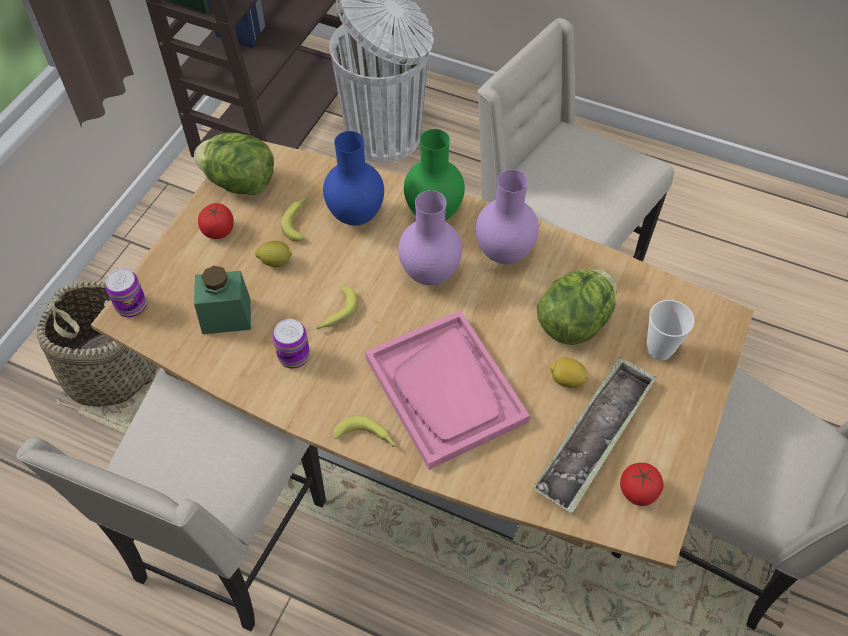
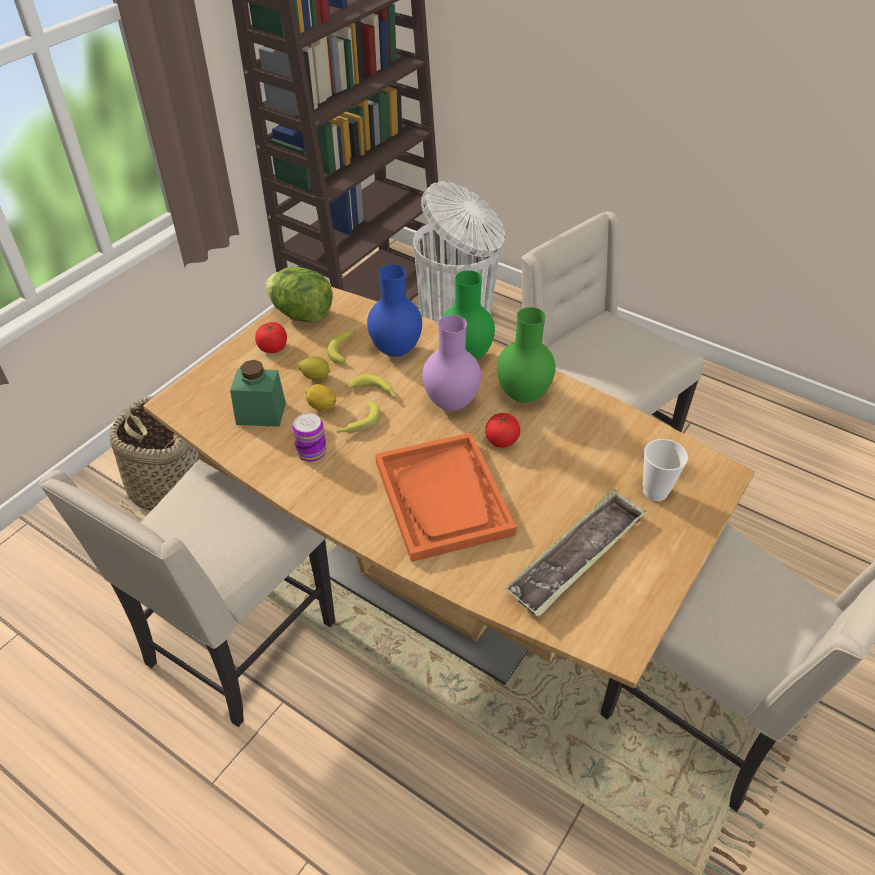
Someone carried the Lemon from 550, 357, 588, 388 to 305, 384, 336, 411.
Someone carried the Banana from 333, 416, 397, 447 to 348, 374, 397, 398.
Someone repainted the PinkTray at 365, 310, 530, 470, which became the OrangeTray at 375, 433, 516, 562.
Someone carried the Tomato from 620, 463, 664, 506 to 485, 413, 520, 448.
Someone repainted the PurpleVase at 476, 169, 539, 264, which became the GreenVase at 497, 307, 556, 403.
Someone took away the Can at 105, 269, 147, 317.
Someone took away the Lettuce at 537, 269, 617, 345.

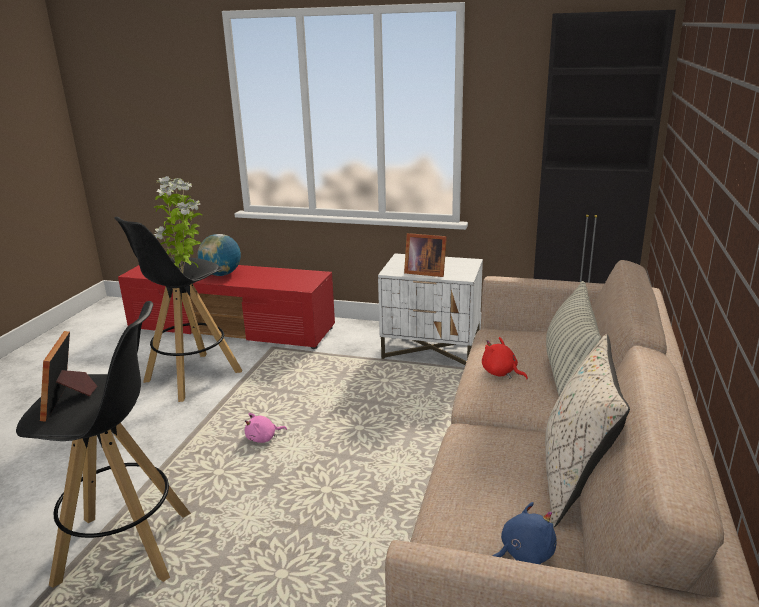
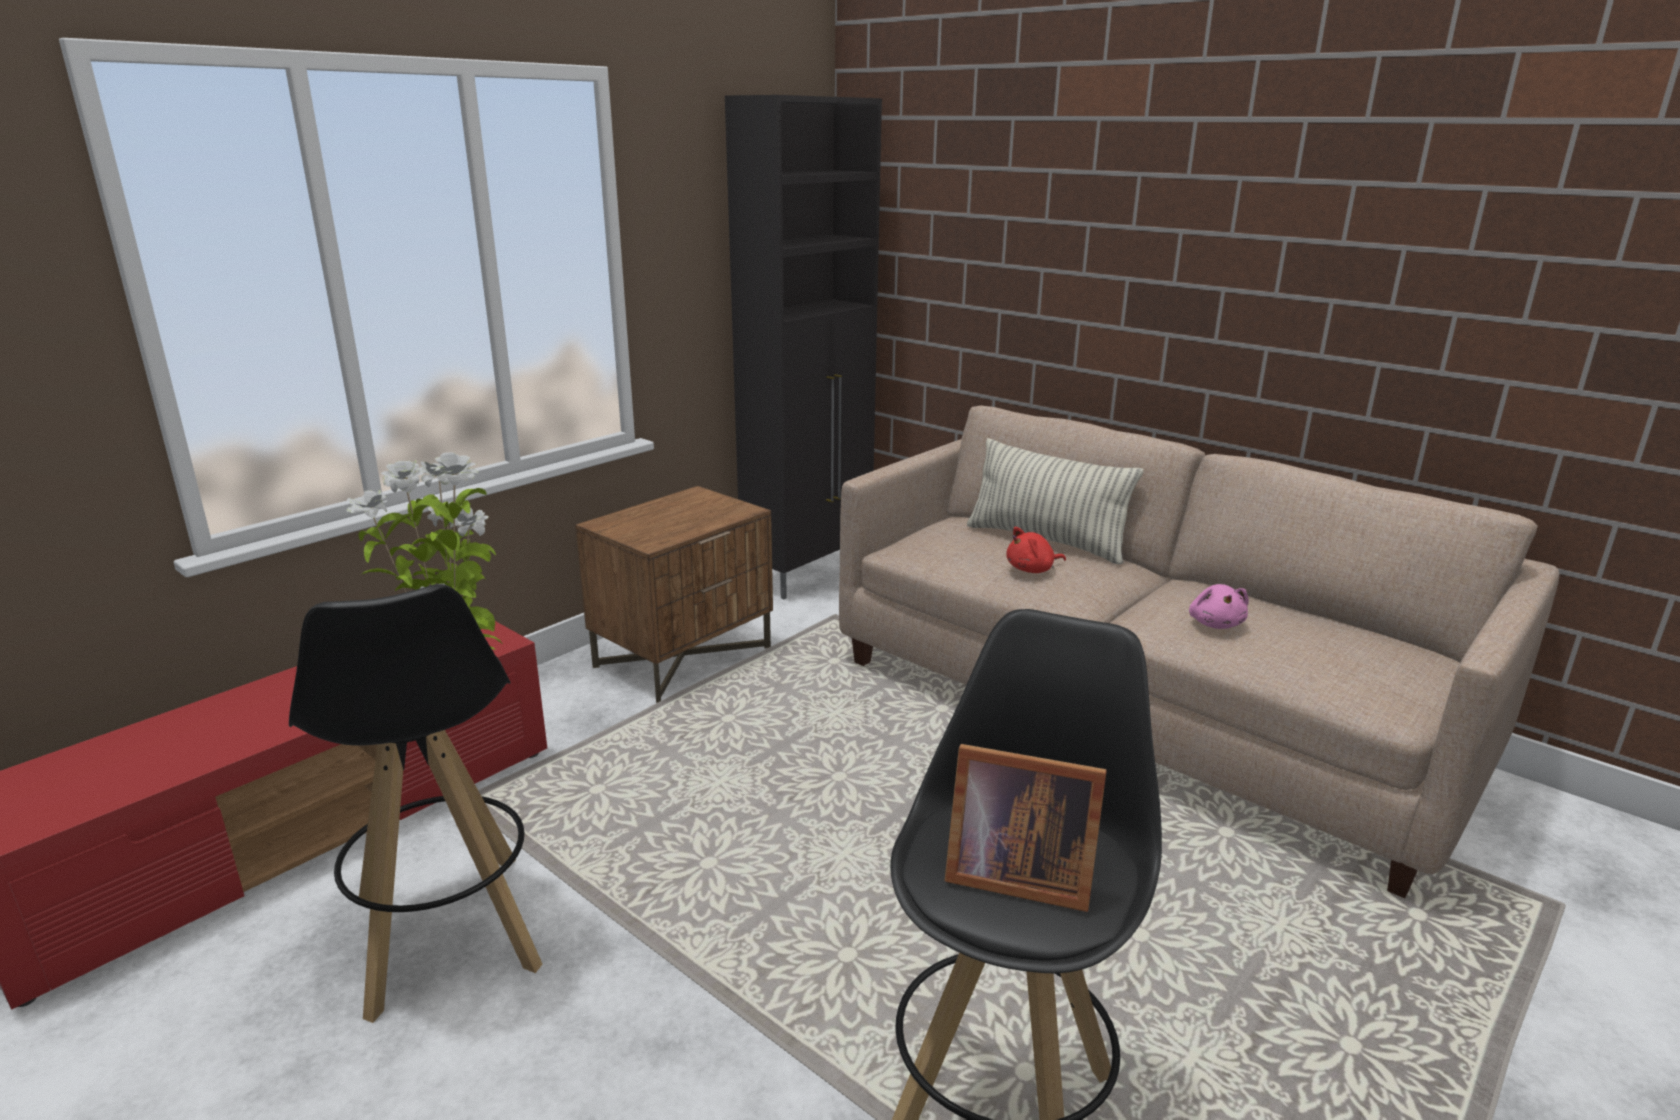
Someone repainted the WhiteNightstand at 378, 254, 483, 365, which became the BrownNightstand at 575, 486, 773, 703.
Someone carried the PinkPlushToy from 245, 413, 287, 443 to 1189, 584, 1249, 629.
Someone took away the Globe at 198, 234, 241, 276.
Someone took away the PictureFrame at 404, 233, 447, 277.
Someone took away the BluePlushToy at 492, 502, 557, 564.
Someone took away the BeigePillow at 545, 334, 630, 527.

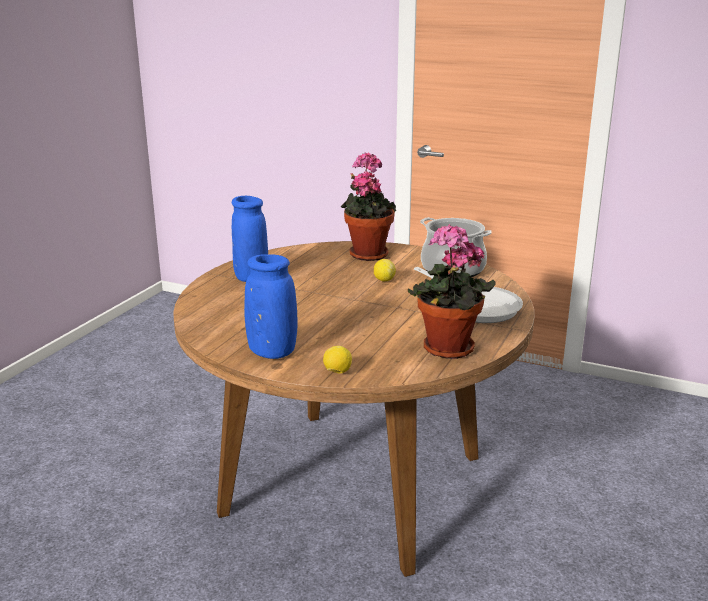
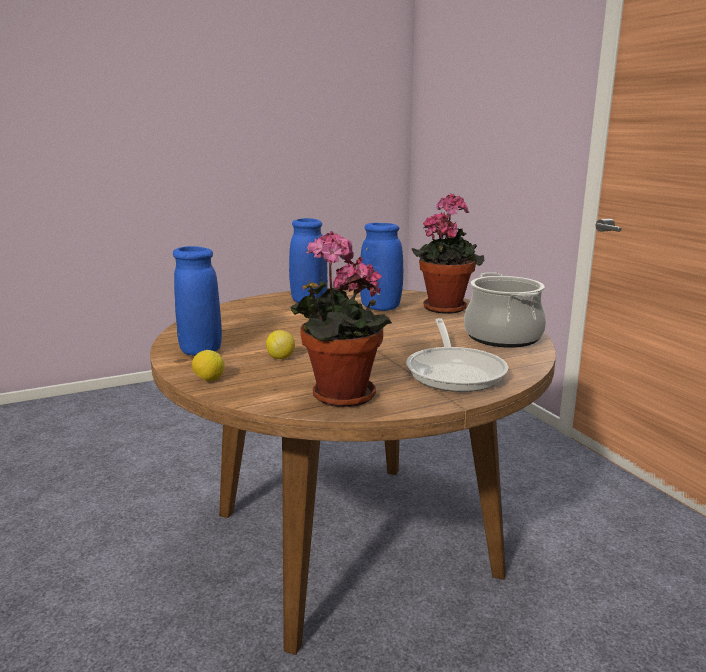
Someone carried the Lemon from 374, 259, 396, 281 to 266, 330, 295, 359.
Someone put down the BlueVase at 360, 223, 403, 311.

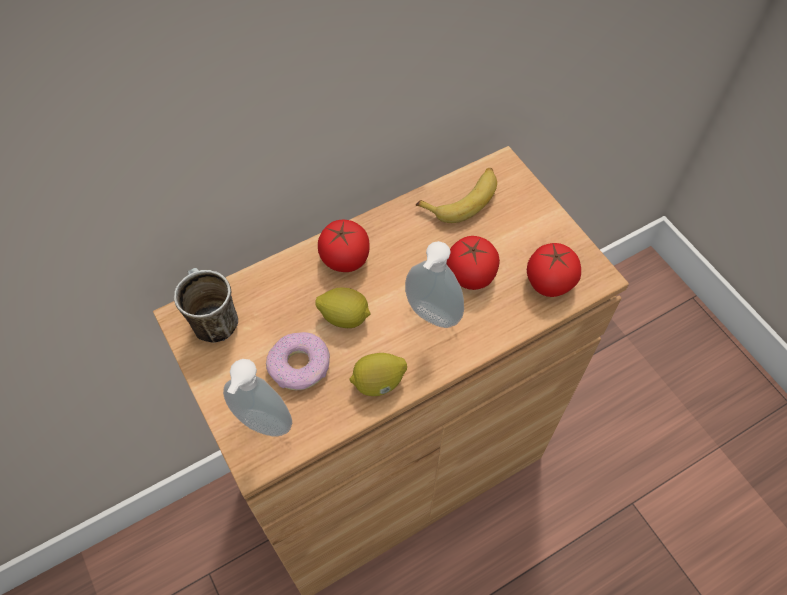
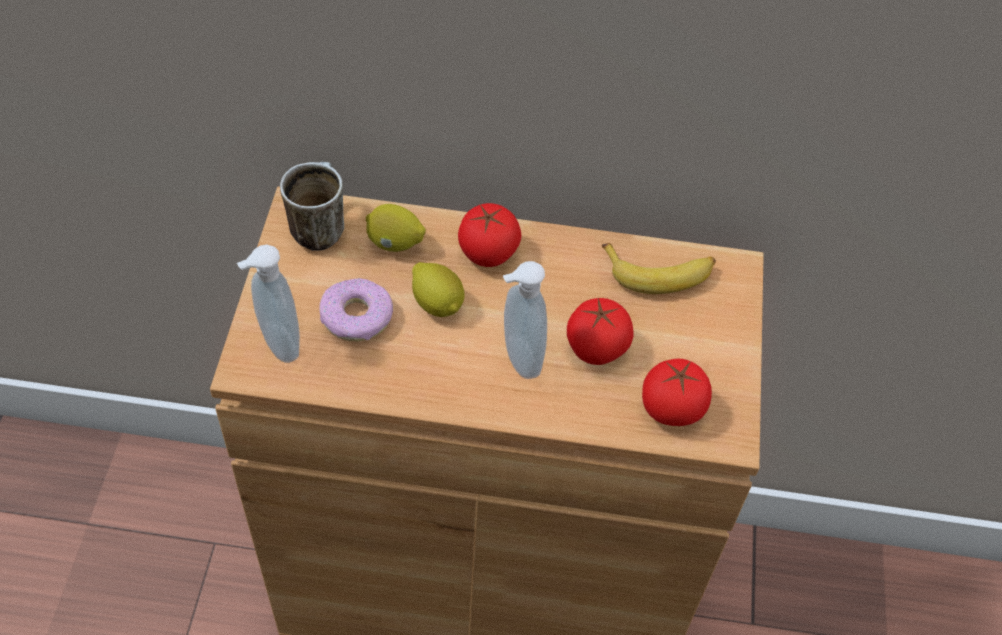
Someone carried the Lemon from 350, 353, 407, 396 to 366, 204, 426, 252.

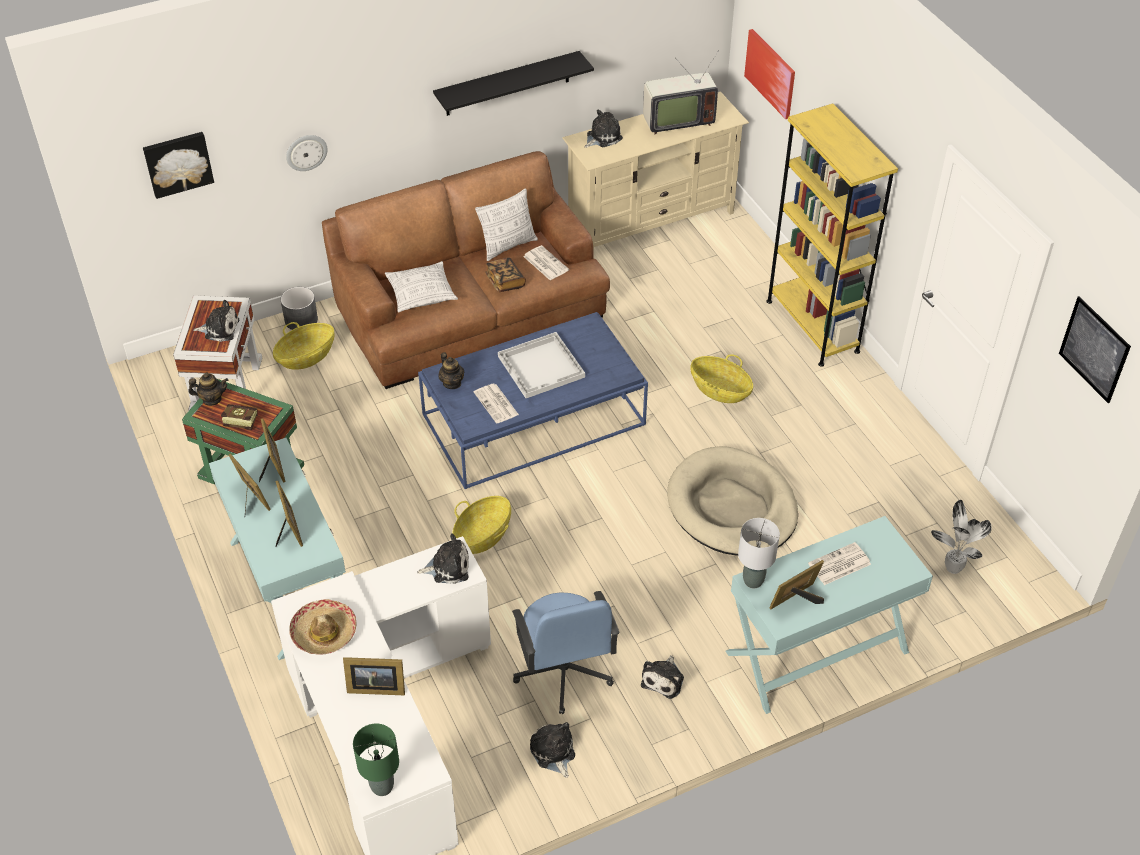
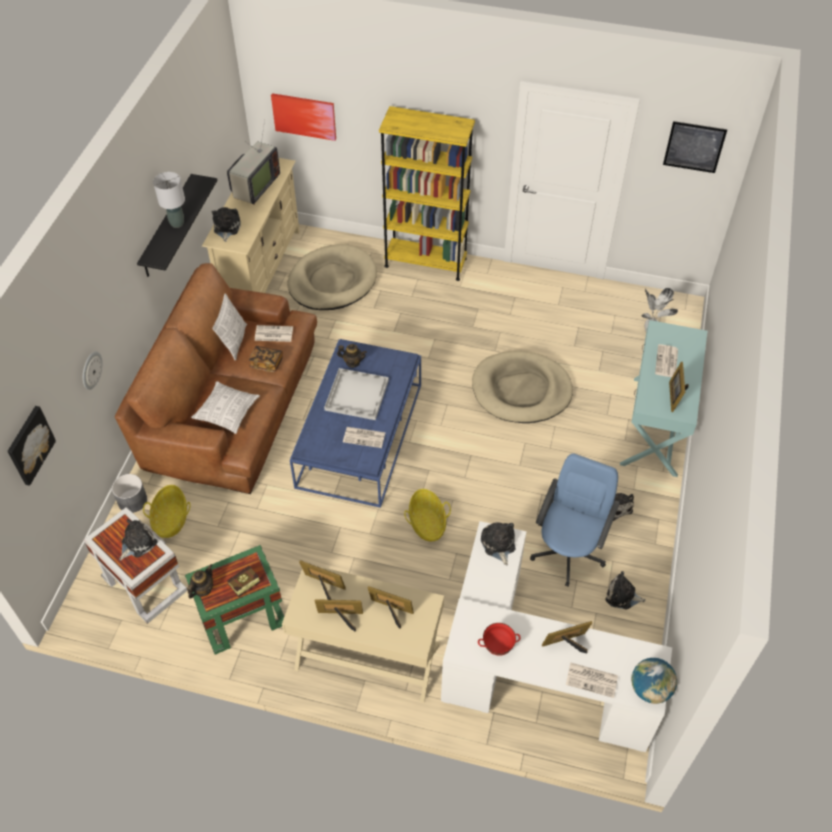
Someone carried the GreyTableLamp from 738, 518, 780, 588 to 153, 172, 185, 228.
Someone repainted the TurquoiseConsoleTable at 209, 438, 346, 660, which became the BeigeConsoleTable at 282, 566, 444, 703.
Someone put down the BeigeDogBed at 287, 244, 377, 310.
Someone carried the Teapot from 438, 352, 464, 389 to 337, 344, 367, 368.
Someone swapped the Hat at 289, 599, 357, 655 for the RedBowl at 478, 623, 521, 656.
Someone rotated the PlushToy at 417, 533, 469, 584 by 45 degrees counterclockwise.
Someone rotated the BlueOfficeChair at 512, 591, 619, 714 by 90 degrees counterclockwise.
Someone rotated the PictureFrame at 343, 657, 405, 695 by 150 degrees counterclockwise.
Someone put down the Newspaper at 566, 662, 618, 698.
Someone swapped the GreenTableLamp at 353, 724, 399, 796 for the Globe at 631, 658, 677, 704.
Someone took away the Basket at 690, 354, 753, 403.

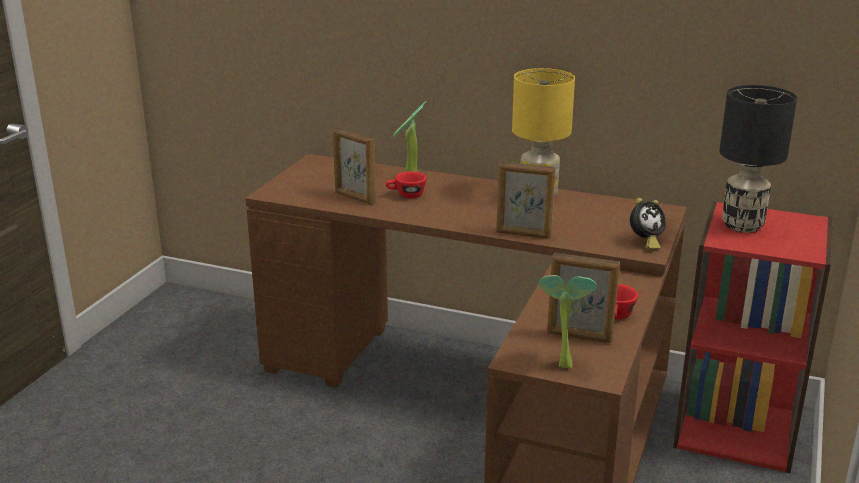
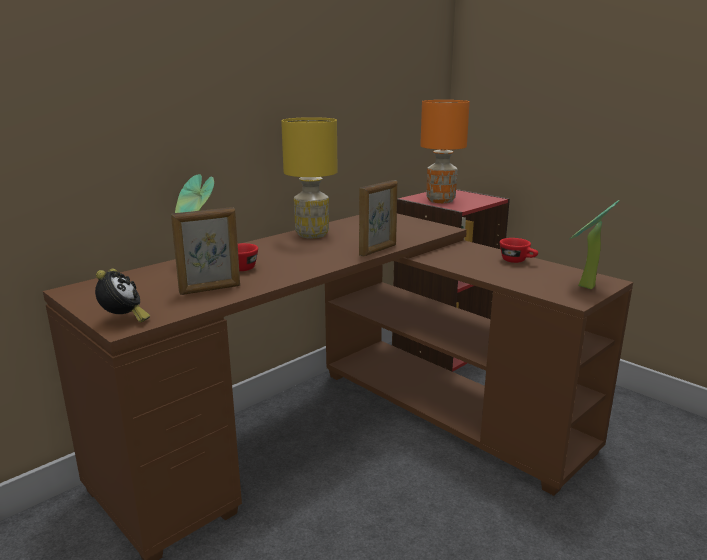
Someone carried the AlarmClock from 630, 198, 666, 250 to 95, 268, 150, 323.
Someone repainted the BlackTableLamp at 719, 85, 797, 233, which became the OrangeTableLamp at 420, 100, 470, 203.
Someone took away the PictureFrame at 547, 252, 620, 343.

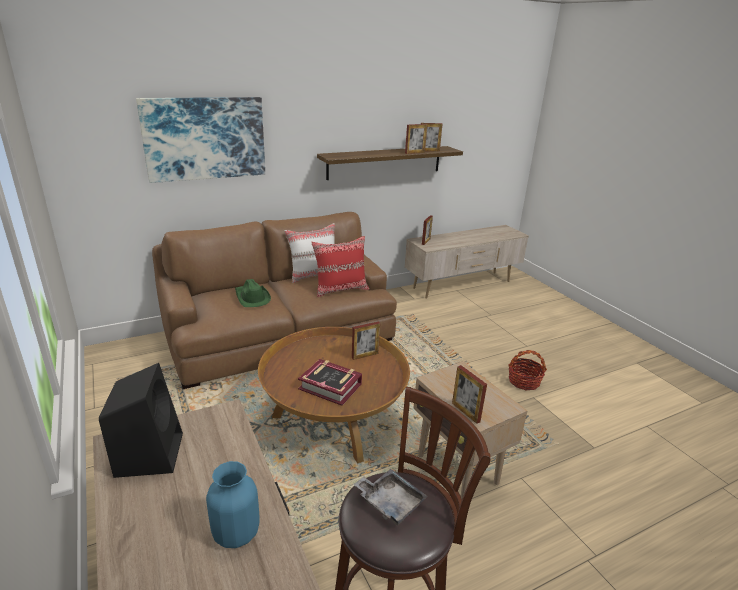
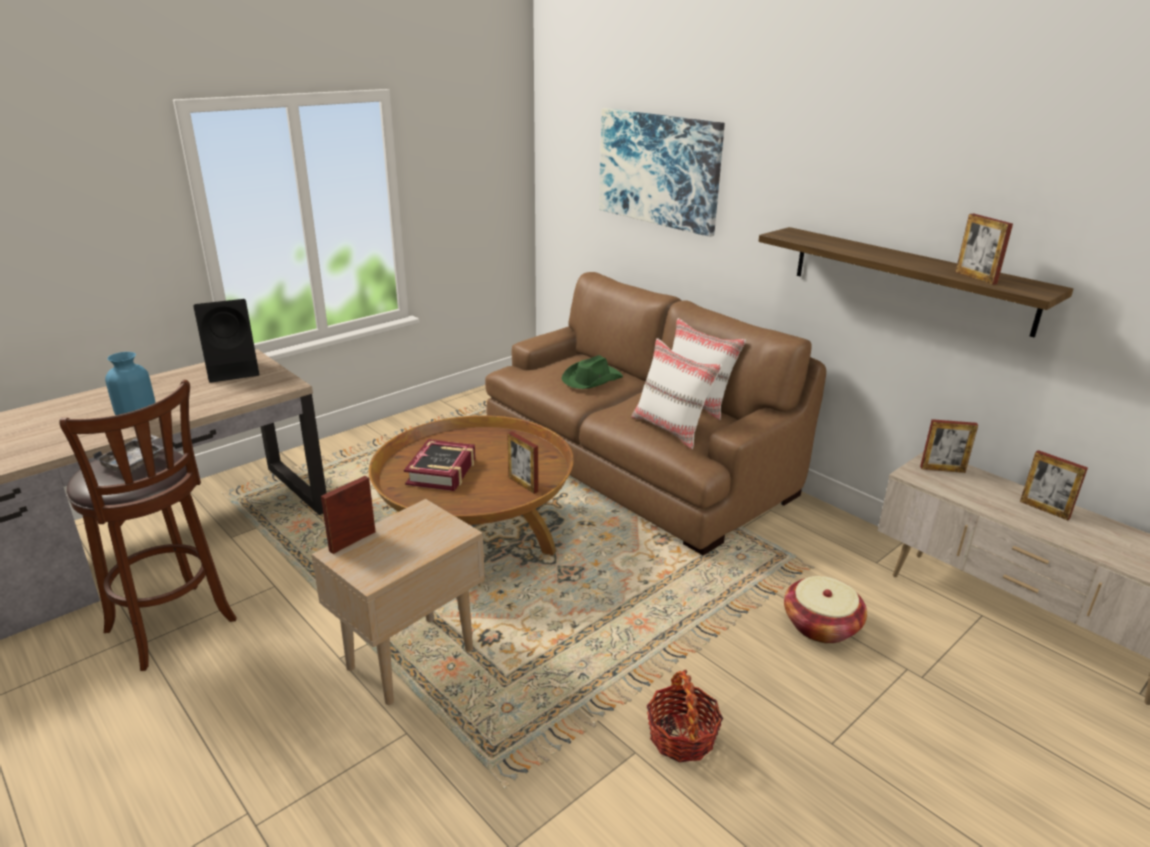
Someone repainted the RedPillow at 311, 236, 369, 297, which became the WhitePillow at 632, 338, 722, 449.
Someone put down the Basket at 784, 576, 867, 644.
Someone carried the PictureFrame from 405, 124, 428, 154 to 1020, 450, 1088, 520.

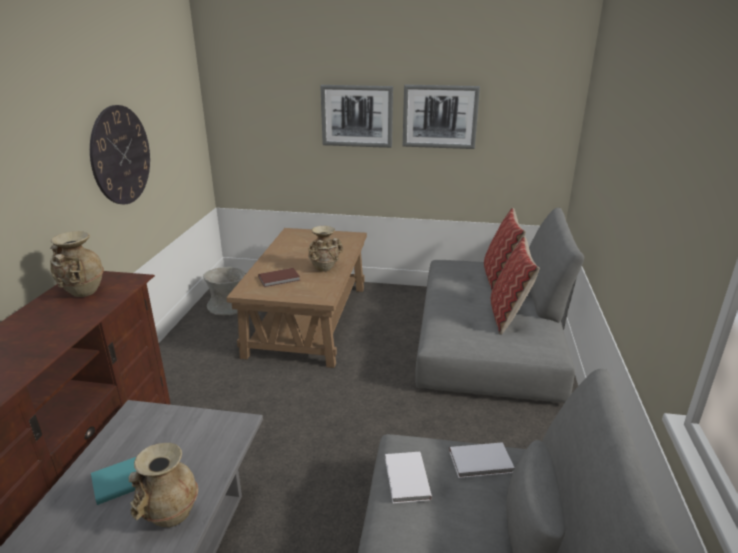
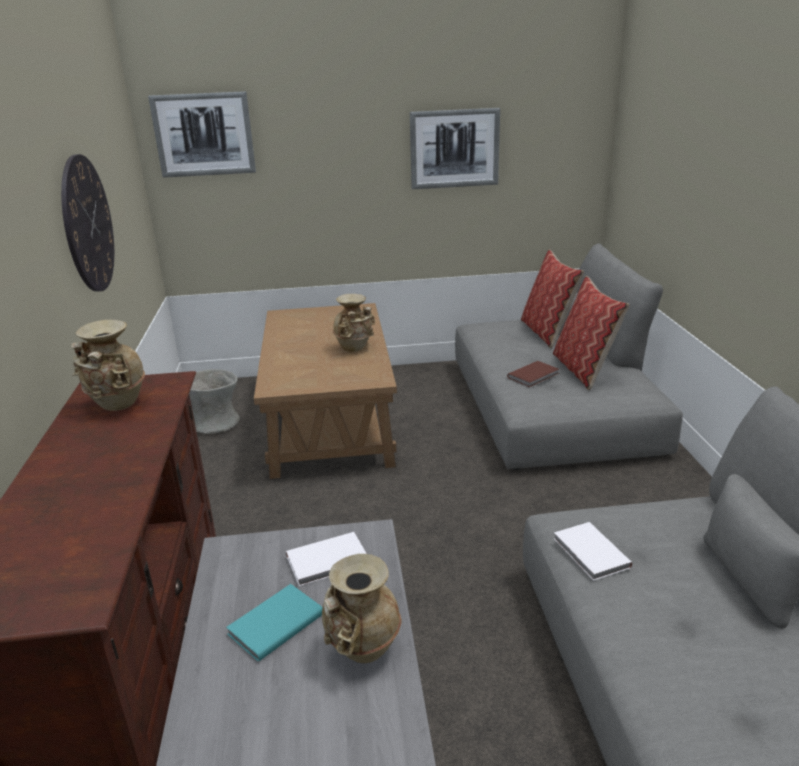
Someone carried the Picture from 320, 85, 393, 148 to 148, 91, 256, 178.
Someone carried the WhiteBook from 449, 442, 515, 478 to 286, 532, 367, 586.
Someone carried the BrownBook from 258, 268, 300, 287 to 507, 361, 559, 387.

